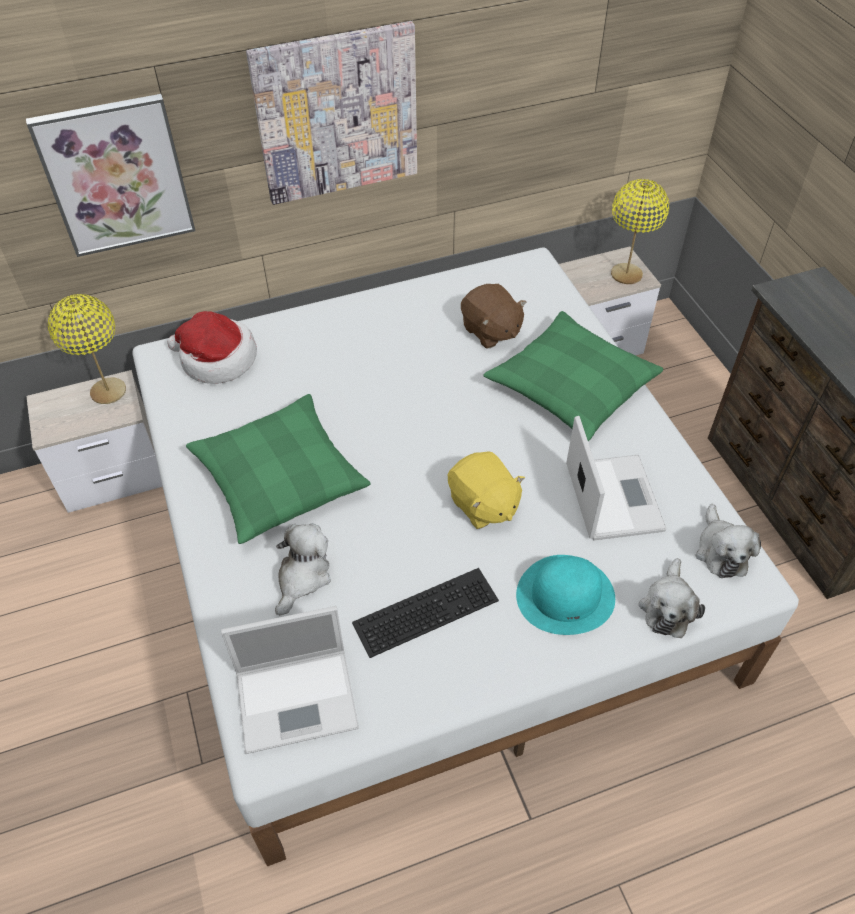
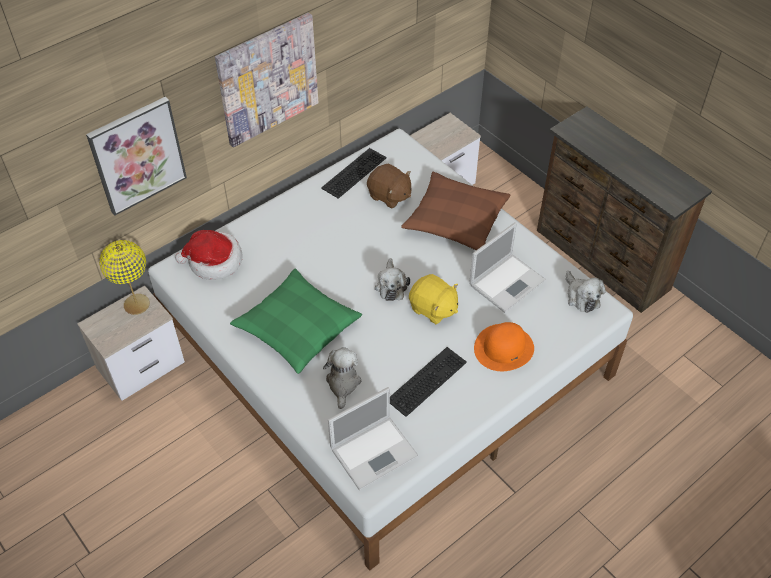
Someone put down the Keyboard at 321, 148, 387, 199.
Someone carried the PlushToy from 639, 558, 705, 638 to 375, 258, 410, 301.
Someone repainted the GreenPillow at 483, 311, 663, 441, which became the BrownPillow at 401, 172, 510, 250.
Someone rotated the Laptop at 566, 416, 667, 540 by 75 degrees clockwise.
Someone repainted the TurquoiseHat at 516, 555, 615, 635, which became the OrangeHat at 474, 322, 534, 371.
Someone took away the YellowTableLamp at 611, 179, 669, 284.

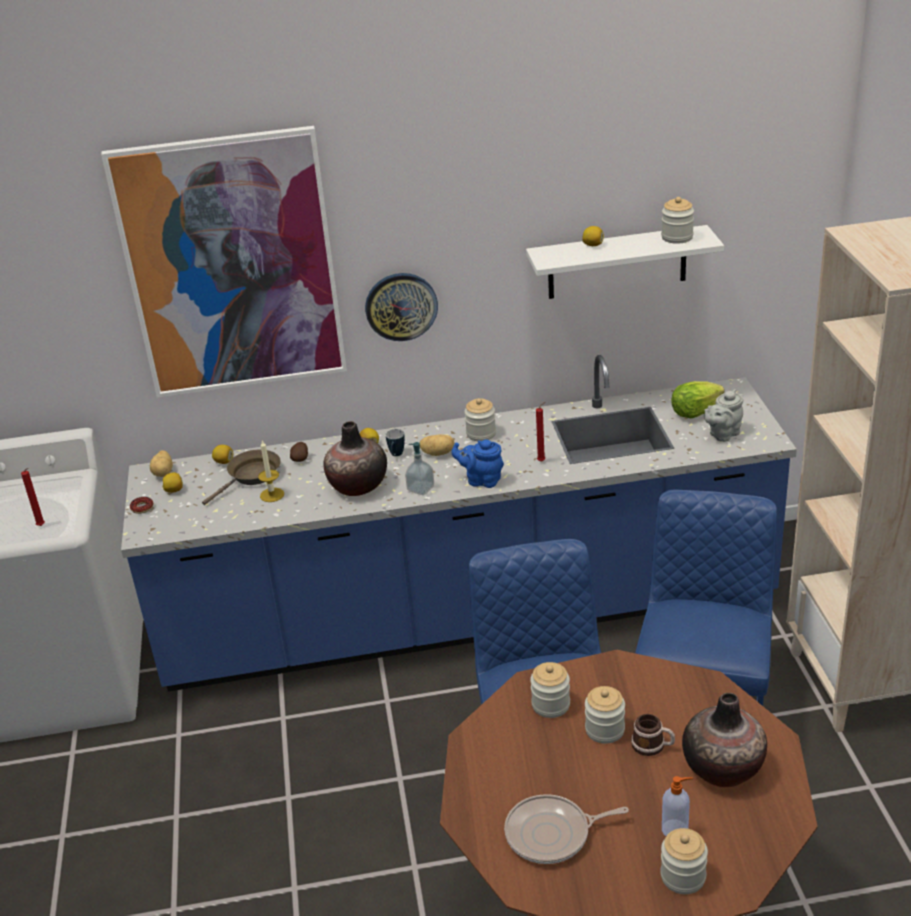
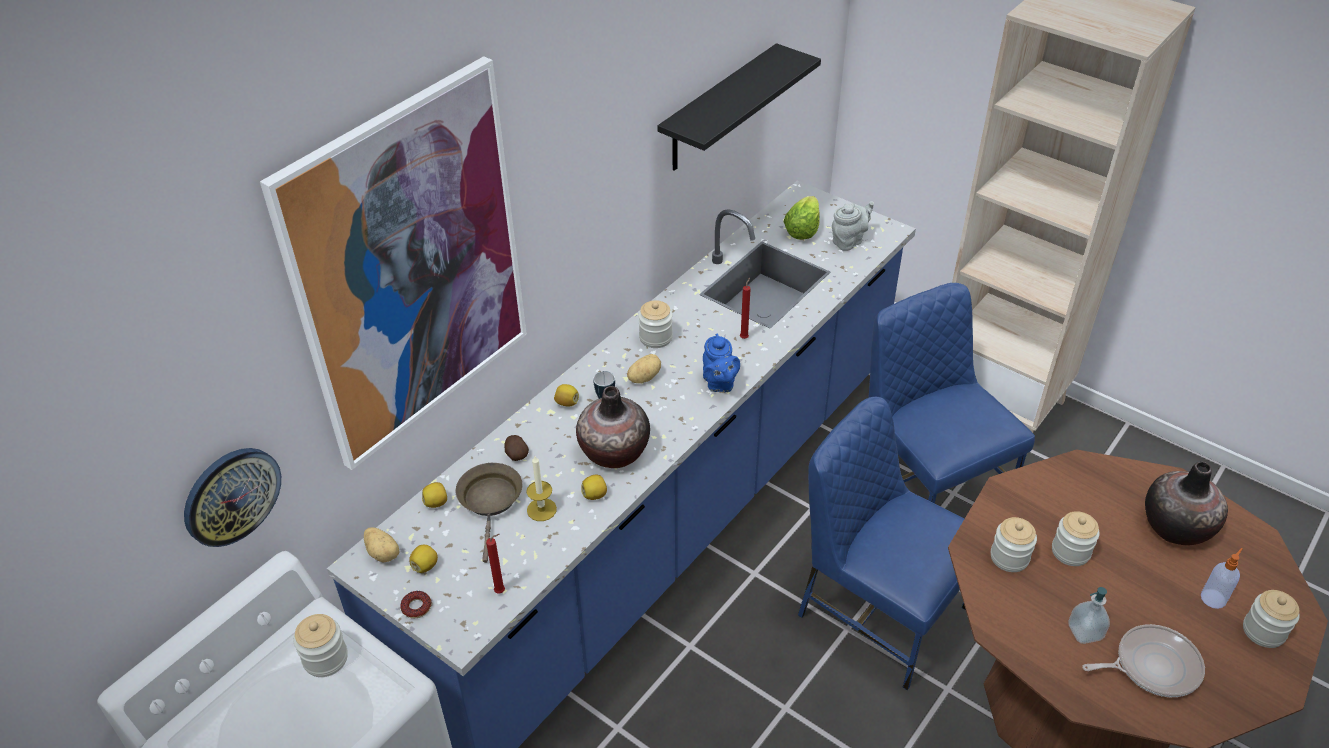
Someone carried the WallClock from 365, 273, 438, 341 to 184, 448, 281, 547.
Someone carried the Jar from 661, 197, 694, 244 to 294, 614, 348, 677.
Someone carried the RedCandle from 21, 468, 45, 526 to 486, 534, 505, 594.
Someone carried the Lemon from 582, 226, 604, 246 to 581, 475, 607, 500.
Someone repainted the WhiteShelf at 526, 225, 724, 299, which became the BlackShelf at 658, 43, 821, 171.
Someone rotated the BlueTeapot at 451, 440, 504, 488 by 75 degrees counterclockwise.
Someone rotated the GreyTeapot at 704, 389, 743, 442 by 135 degrees counterclockwise.
Someone carried the SoapDispenser from 405, 442, 434, 495 to 1069, 587, 1110, 644.
Someone rotated the FryingPan at 504, 794, 629, 864 by 135 degrees counterclockwise.
Someone took away the Mug at 631, 714, 675, 756.

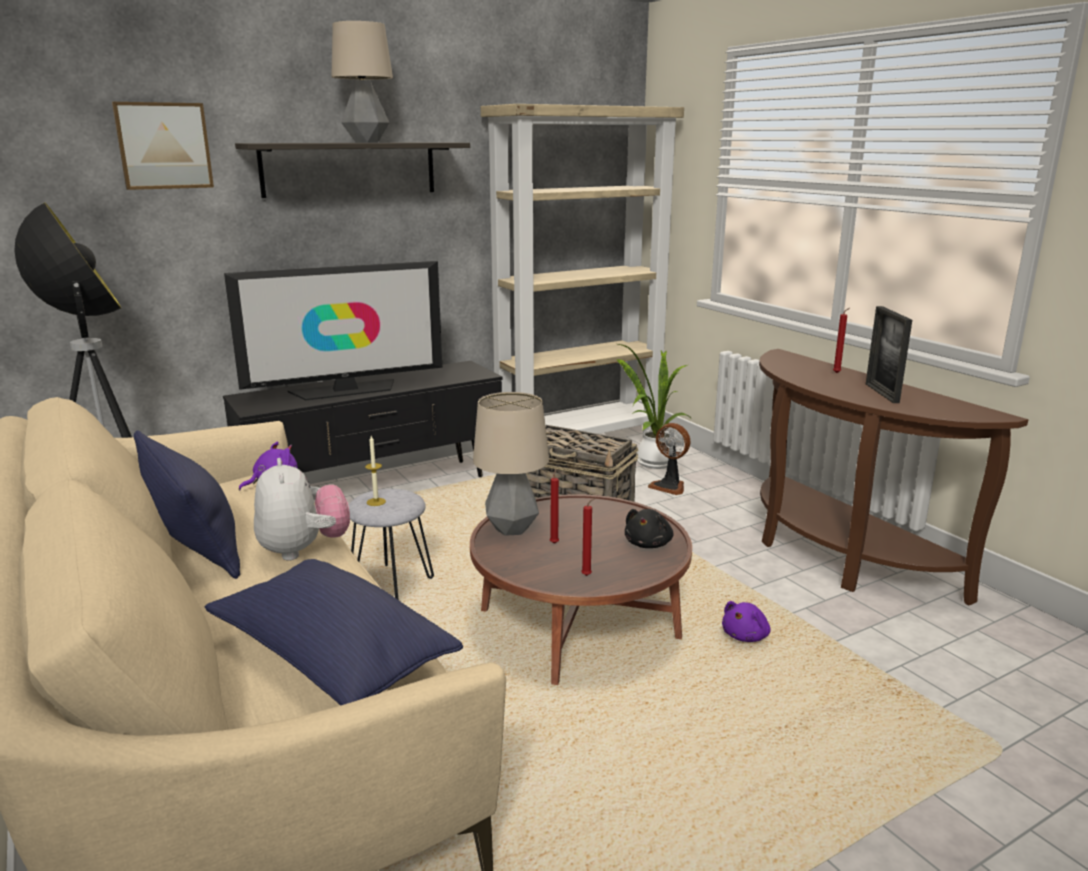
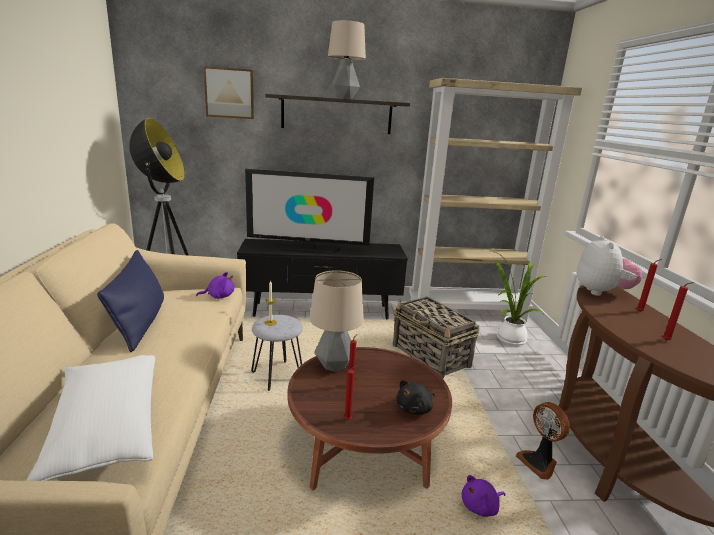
Someone repainted the BluePillow at 205, 559, 463, 706, which became the WhitePillow at 26, 355, 155, 481.
Someone carried the Fan from 648, 423, 690, 495 to 516, 402, 570, 480.
Someone carried the PlushToy from 254, 458, 350, 561 to 577, 236, 642, 296.
Someone swapped the PictureFrame at 866, 306, 912, 403 for the RedCandle at 663, 282, 694, 341.

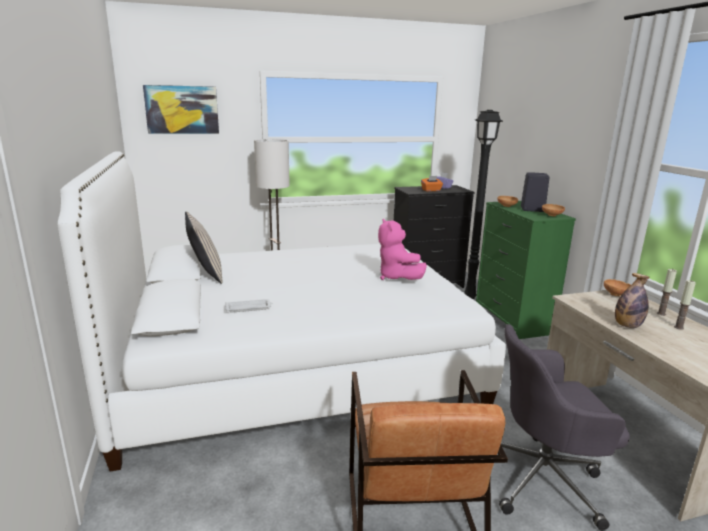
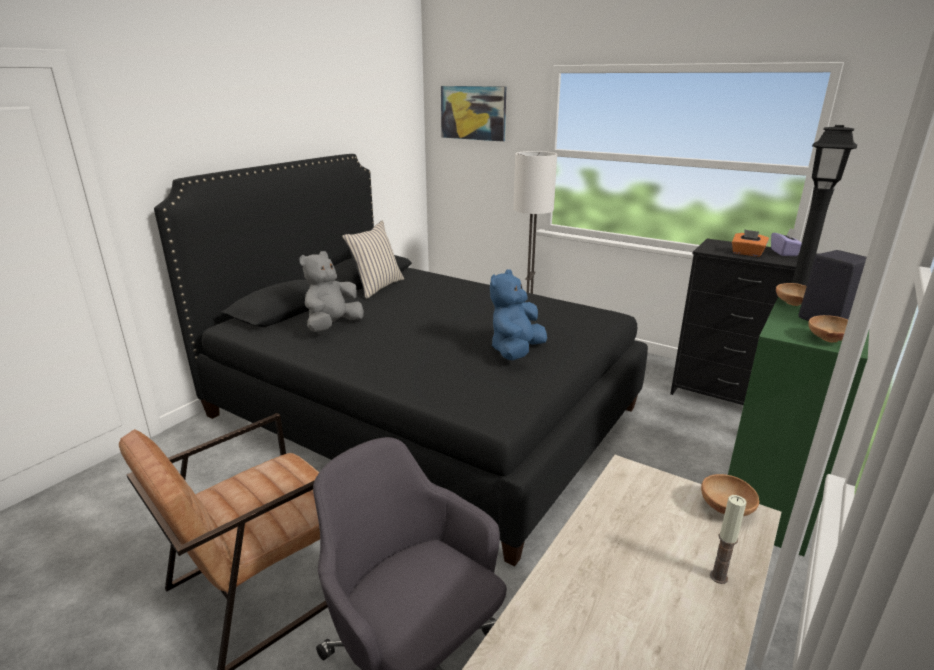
Someone repainted the WhiteBed at 58, 151, 506, 472, which became the BlackBed at 154, 154, 648, 567.
Someone swapped the WhiteTray at 225, 299, 272, 313 for the GreyPlushToy at 299, 251, 364, 332.
Someone repainted the PinkPlushToy at 378, 218, 427, 280, which became the BluePlushToy at 490, 270, 547, 360.
Someone took away the Bottle at 615, 273, 649, 328.
Someone took away the Candle at 674, 280, 696, 330.

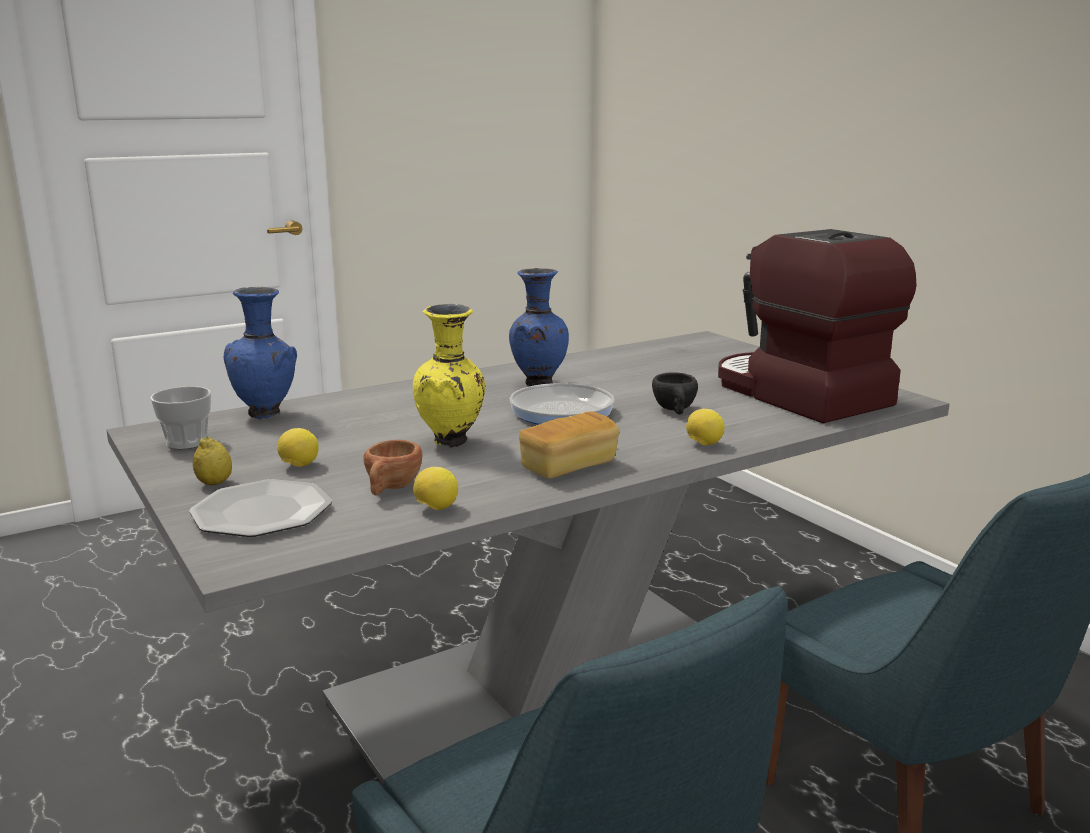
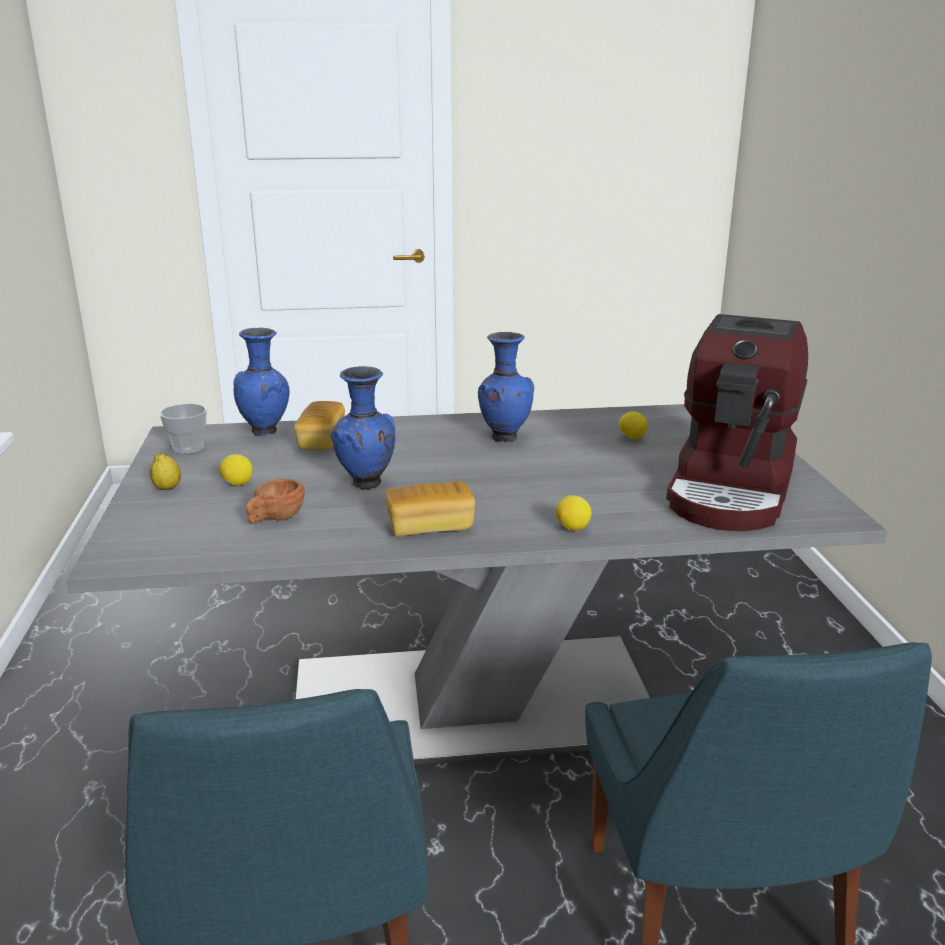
Someone put down the Bread at 294, 401, 345, 450.
Someone repainted the YellowVase at 413, 304, 485, 448, which became the BlueVase at 331, 366, 395, 490.
Someone carried the Lemon from 413, 467, 458, 510 to 618, 411, 648, 440.
Someone rotated the CoffeeMachine at 718, 229, 917, 423 by 150 degrees counterclockwise.
Someone took away the Plate at 189, 479, 332, 537.
Someone took away the FryingPan at 510, 383, 615, 425.
Someone took away the BlackCup at 652, 372, 698, 415.

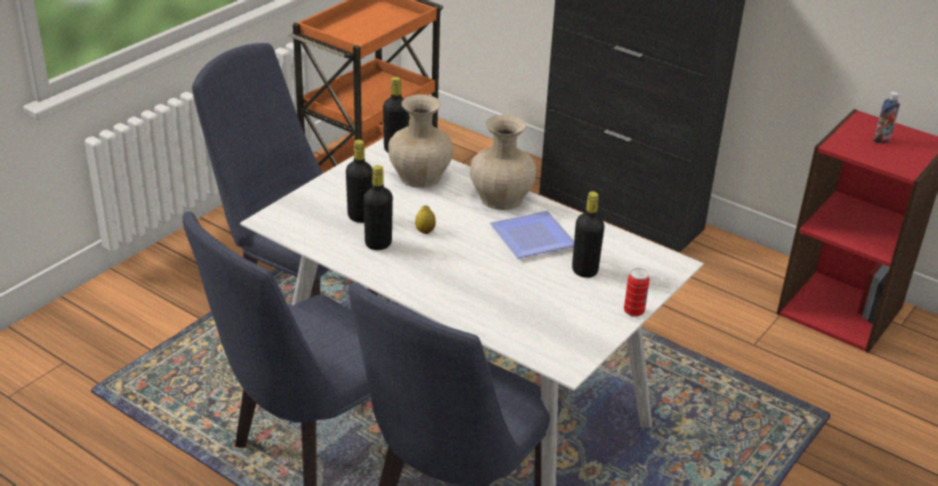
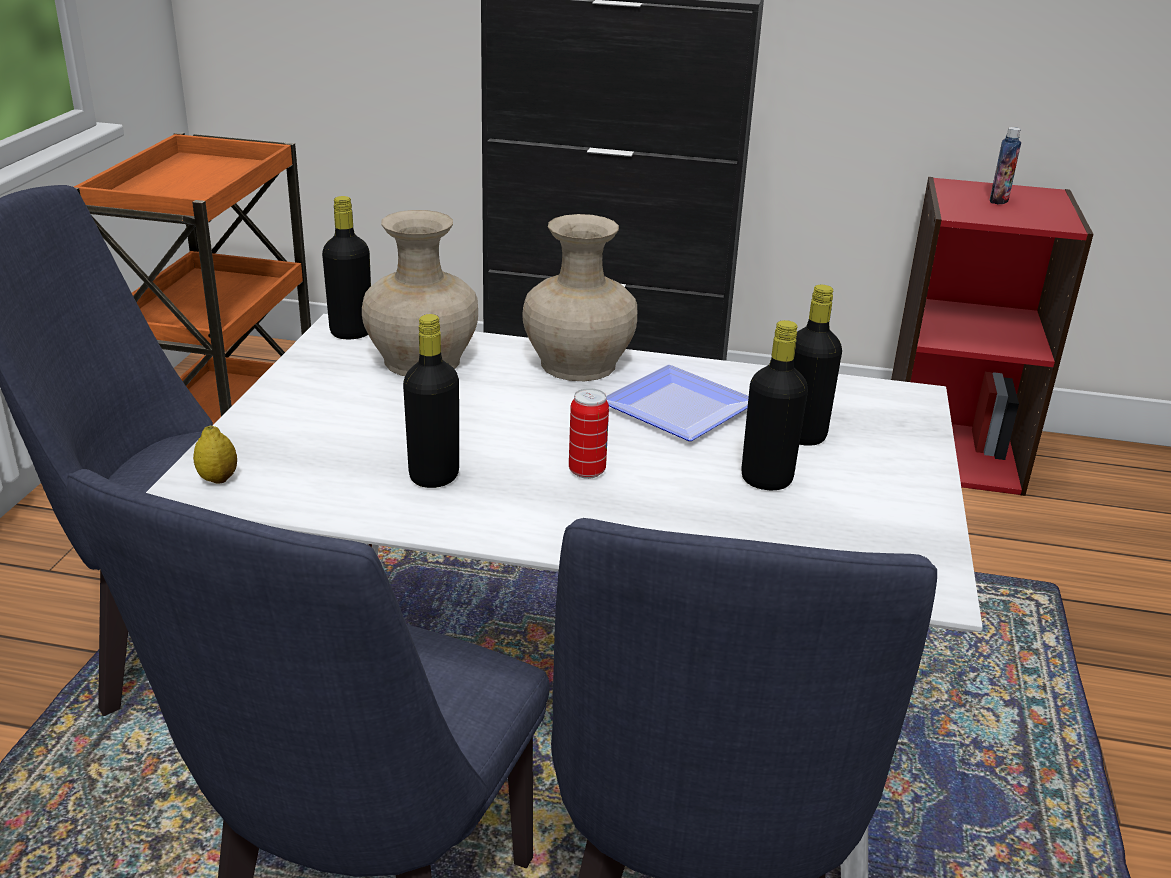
Someone carried the Lemon from 415, 205, 436, 234 to 193, 426, 237, 484.
Someone carried the Can from 624, 268, 650, 317 to 569, 388, 609, 479.
Someone carried the BlackBottle from 346, 140, 373, 223 to 741, 320, 808, 490.

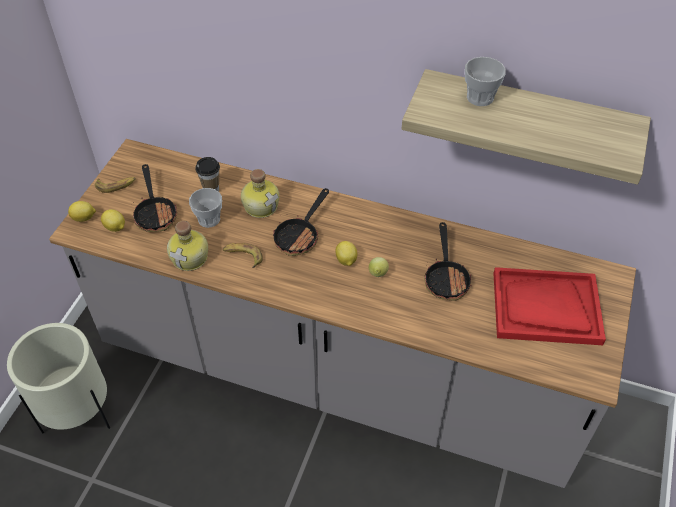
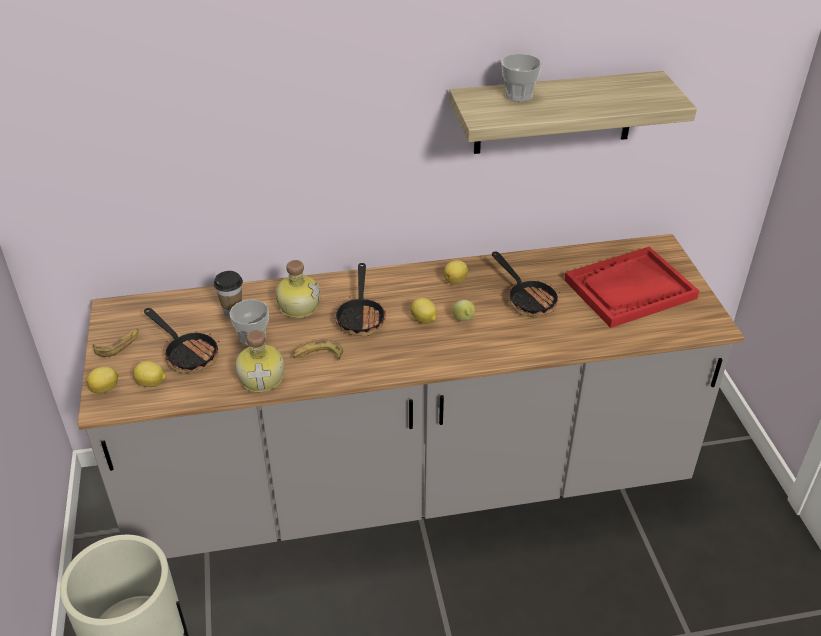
Someone put down the Lemon at 444, 260, 468, 284.

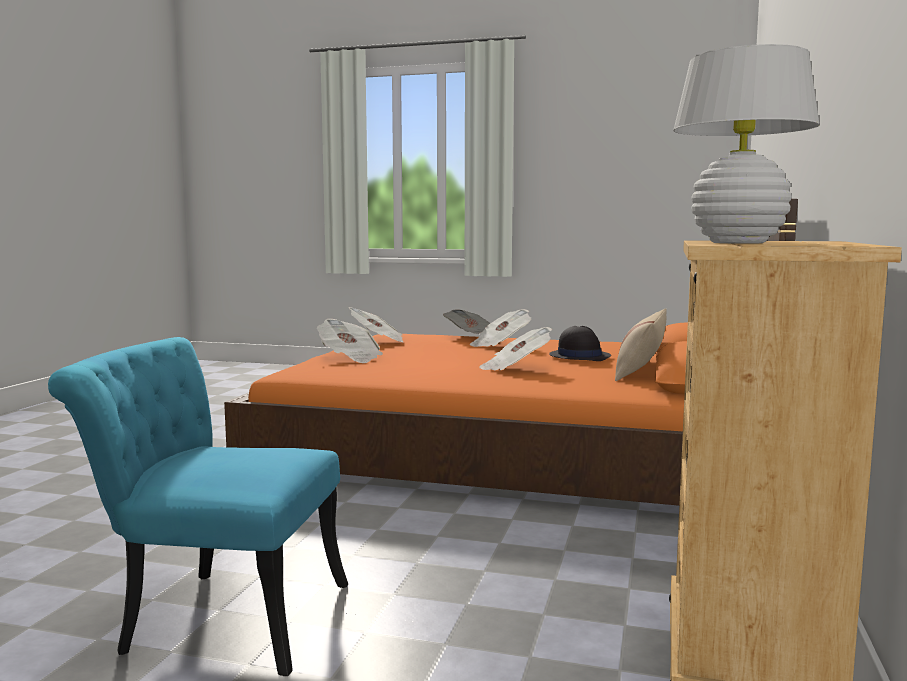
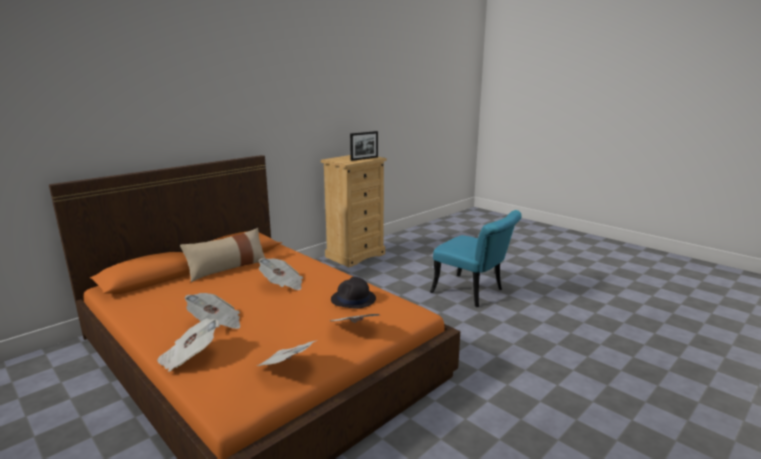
Someone carried the BlackHat from 549, 326, 611, 361 to 331, 277, 376, 309.
Someone swapped the WhiteTableLamp at 673, 44, 820, 244 for the PictureFrame at 350, 131, 378, 161.

